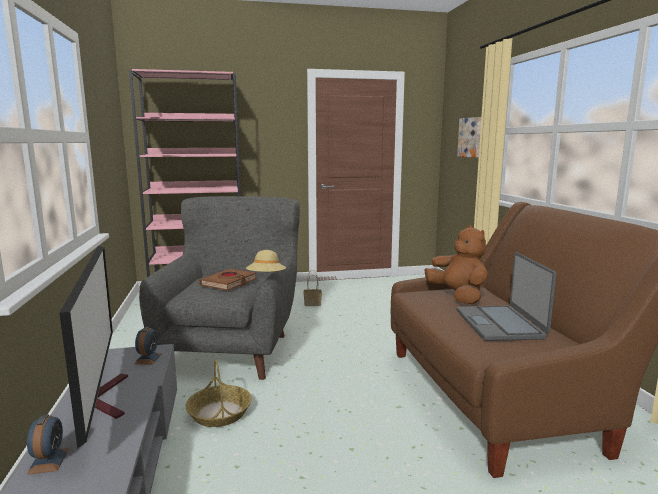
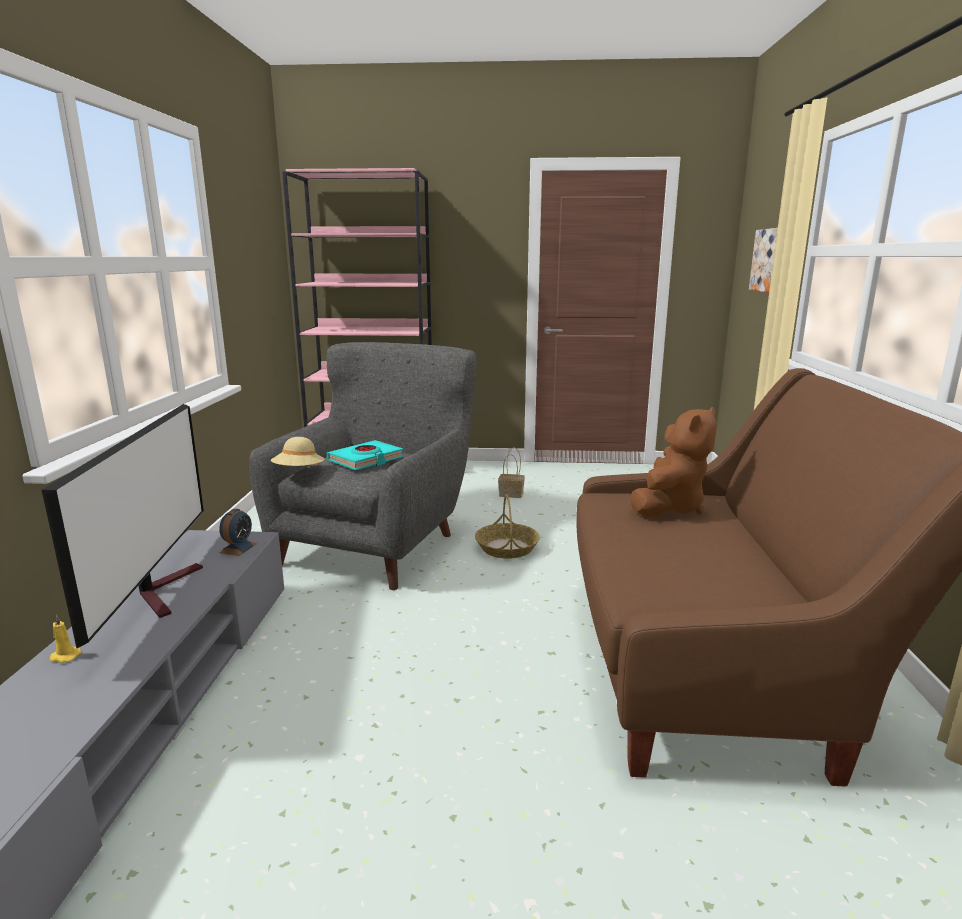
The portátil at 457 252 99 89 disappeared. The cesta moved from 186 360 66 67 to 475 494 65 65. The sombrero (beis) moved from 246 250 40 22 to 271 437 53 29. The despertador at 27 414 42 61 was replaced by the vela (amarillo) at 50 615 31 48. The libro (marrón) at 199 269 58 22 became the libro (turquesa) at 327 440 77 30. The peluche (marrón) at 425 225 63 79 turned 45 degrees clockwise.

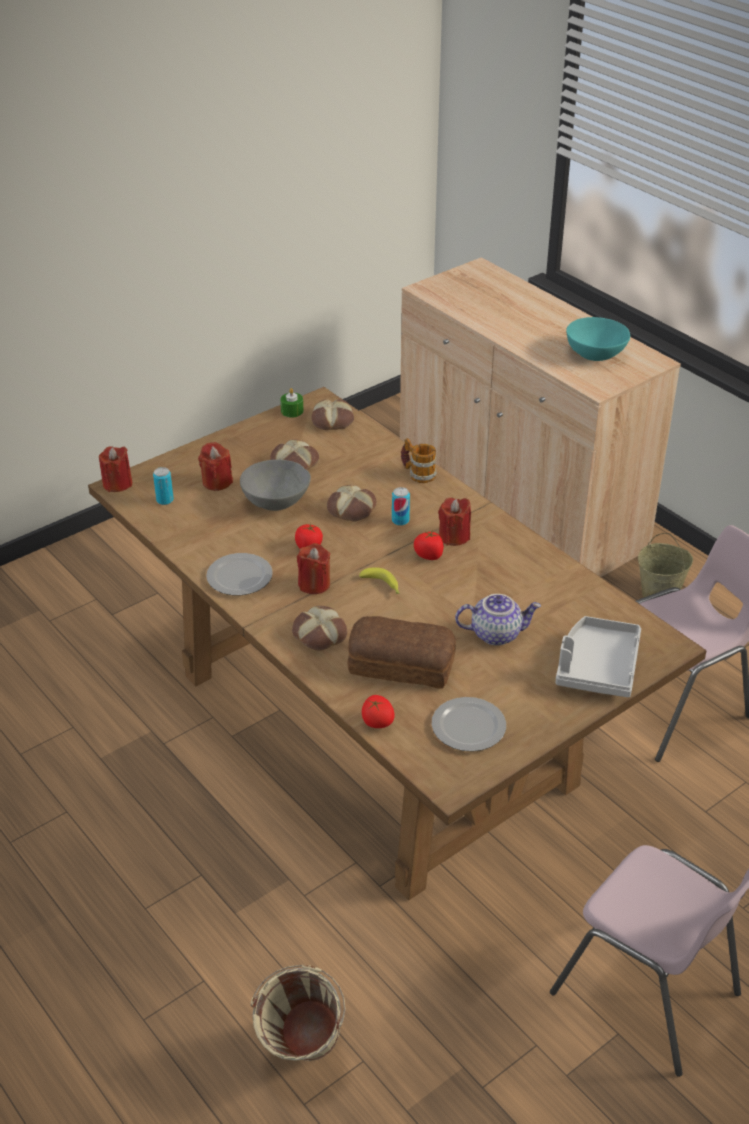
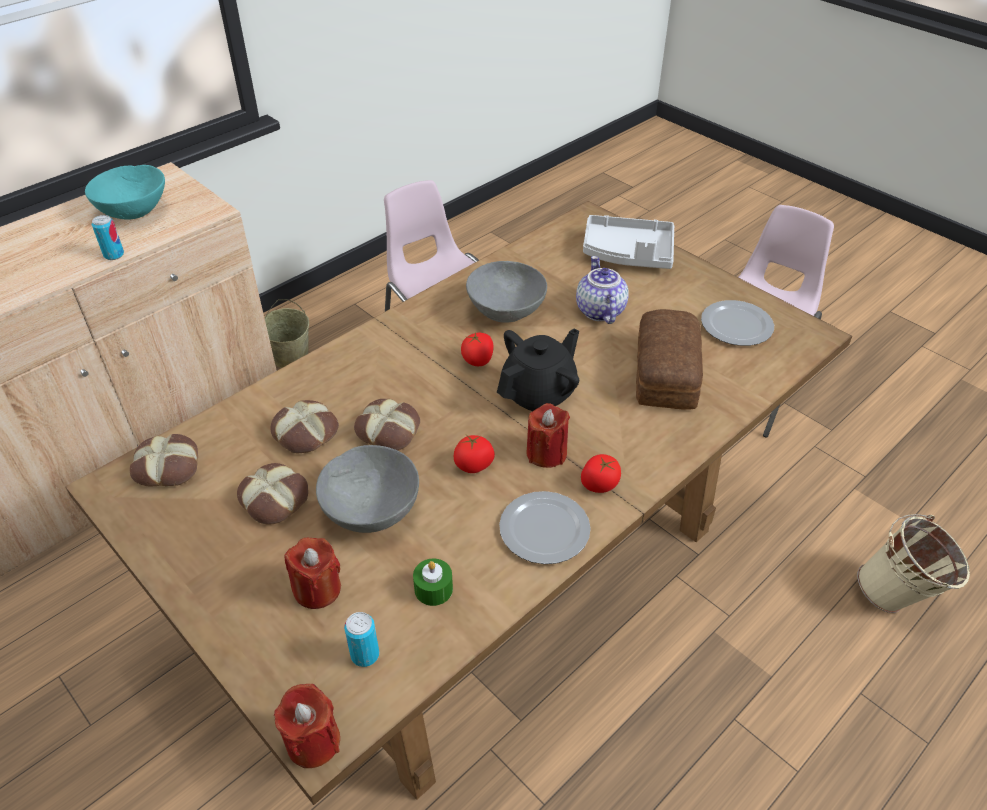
The taza grande at 401 438 35 45 disappeared. The vela (rojo) at 438 498 33 48 disappeared. The cuenco (gris) at 466 261 81 62 appeared. The vela (verde) moved from 281 388 23 29 to 413 559 40 47. The pan moved from 292 606 55 45 to 271 400 68 53. The tomate moved from 362 695 33 33 to 581 454 40 39. The lata moved from 392 487 18 39 to 92 215 32 45. The plátano at 359 567 41 27 was replaced by the tetera (negro) at 497 328 82 84.

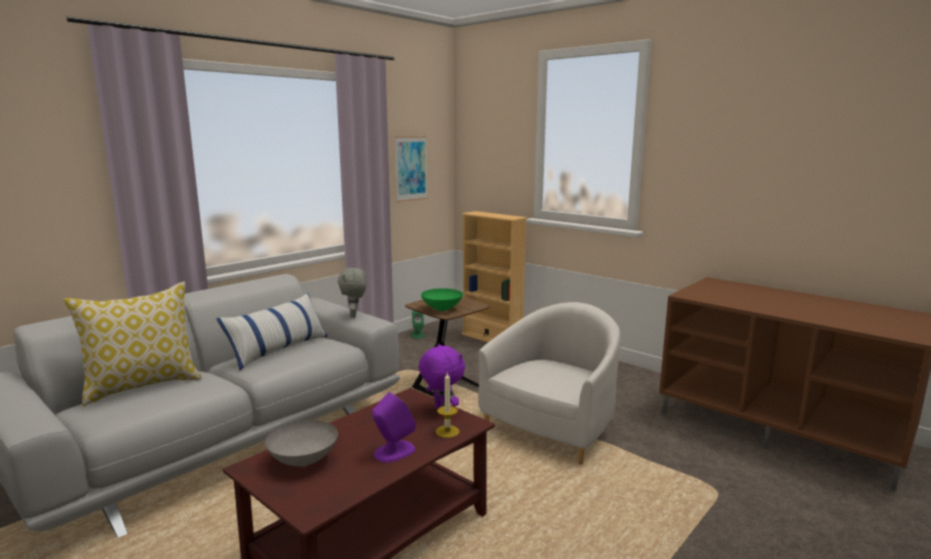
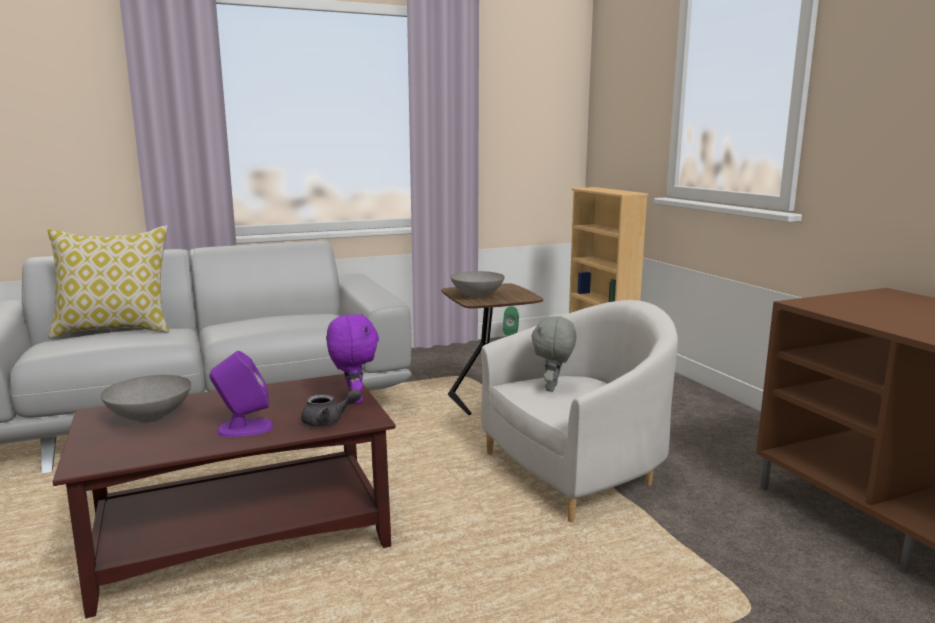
The cojín at 216 293 112 77 disappeared. The cuadro at 395 136 33 66 disappeared. The peluche (gris) moved from 338 268 29 50 to 532 316 45 76. The vela at 436 373 24 65 was replaced by the tetera (gris) at 301 389 61 37. The cuenco (verde) at 421 288 42 23 became the cuenco (gris) at 450 271 55 27.

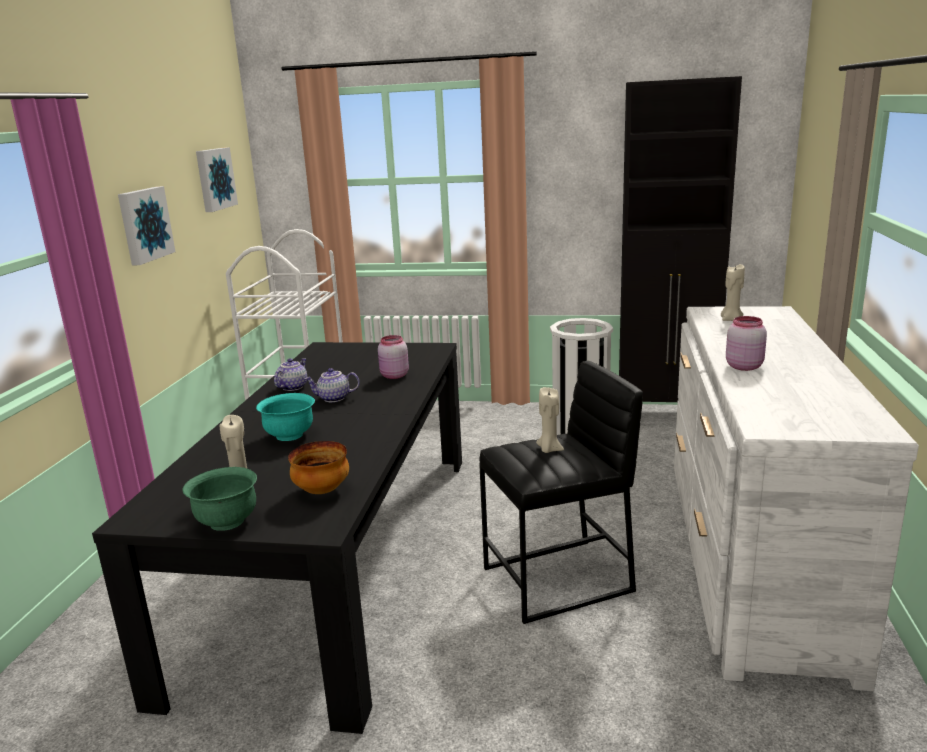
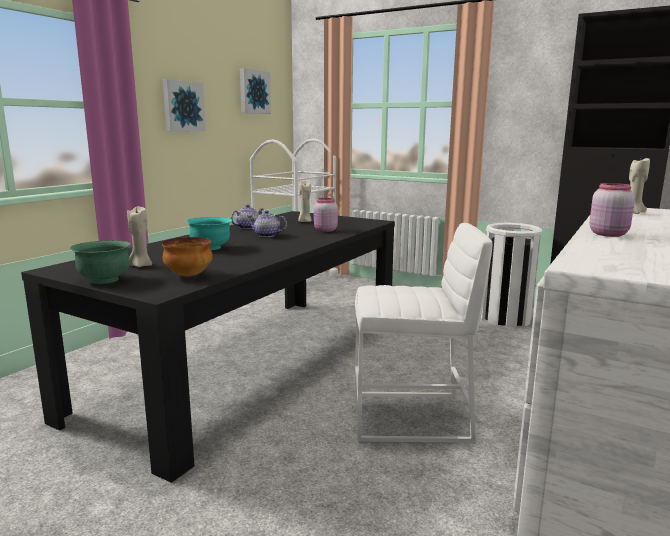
The vela (beis) moved from 536 387 28 66 to 298 181 14 41. The taburete (negro) at 479 361 164 263 became the taburete (blanco) at 355 223 138 220.

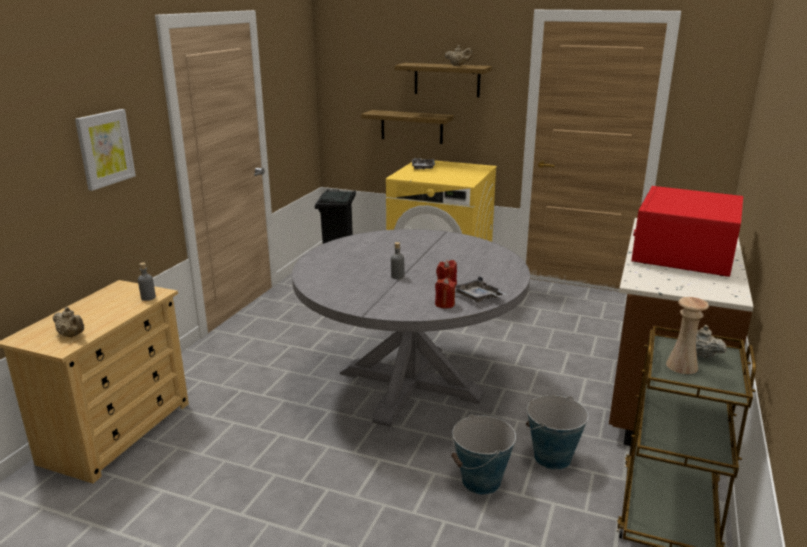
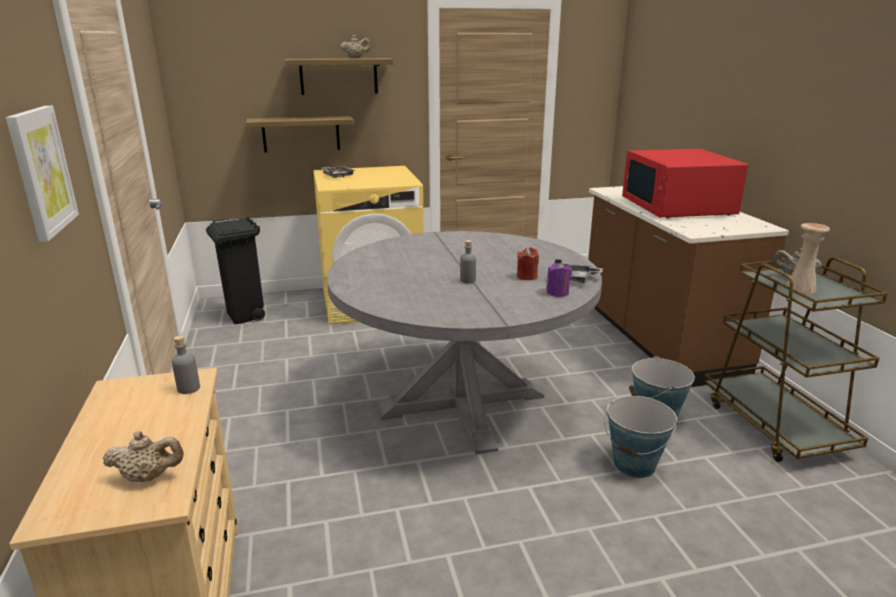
The vela (rojo) at 435 278 21 30 became the vela (morado) at 546 262 26 35.

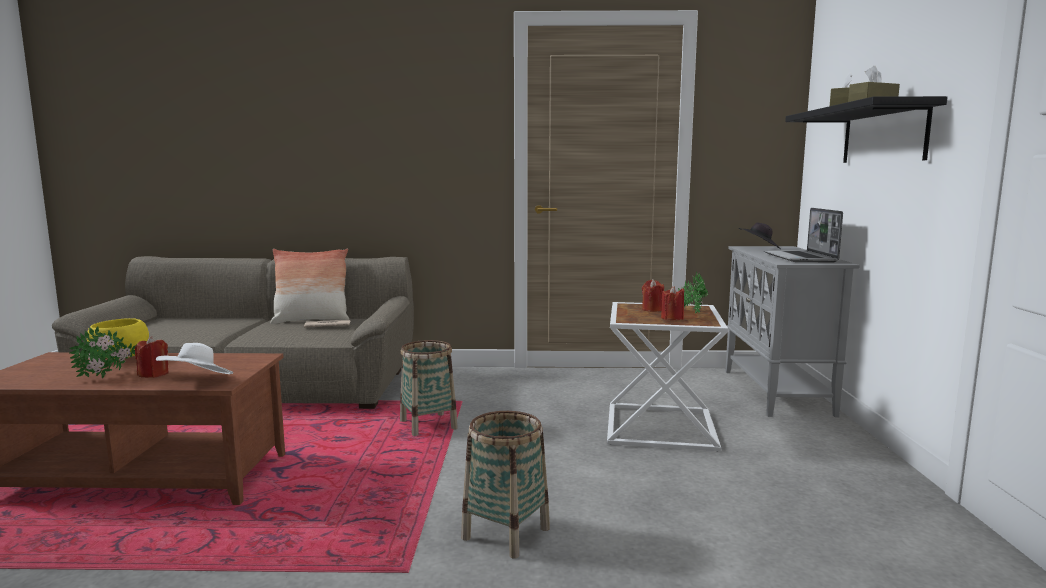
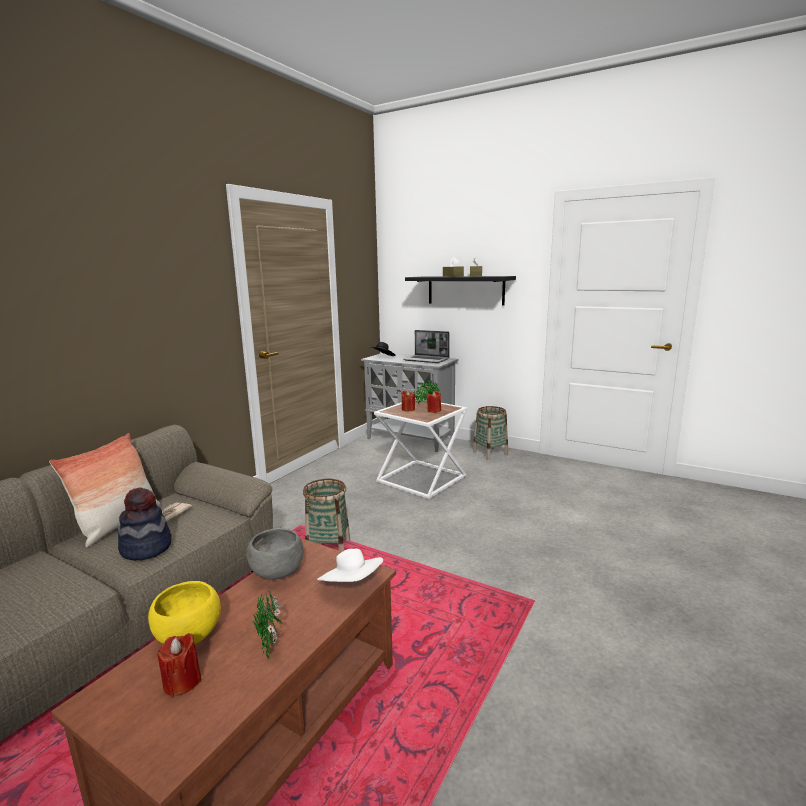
The sombrero at 118 488 54 73 appeared. The cuenco (gris) at 246 528 58 52 appeared. The vela (rojo) moved from 135 336 34 42 to 157 633 44 64. The cesta moved from 461 411 89 148 to 473 406 35 54.

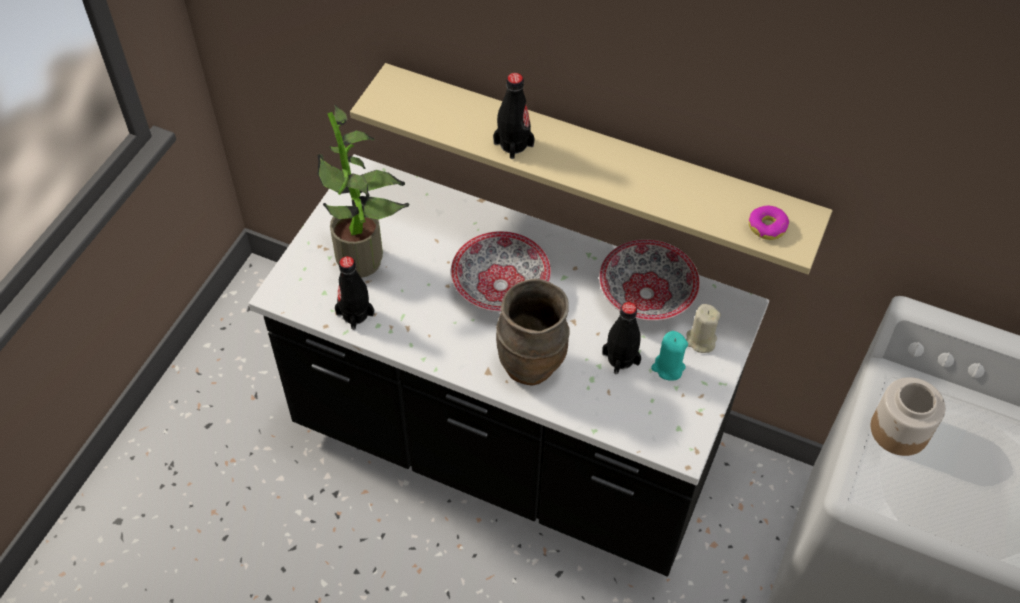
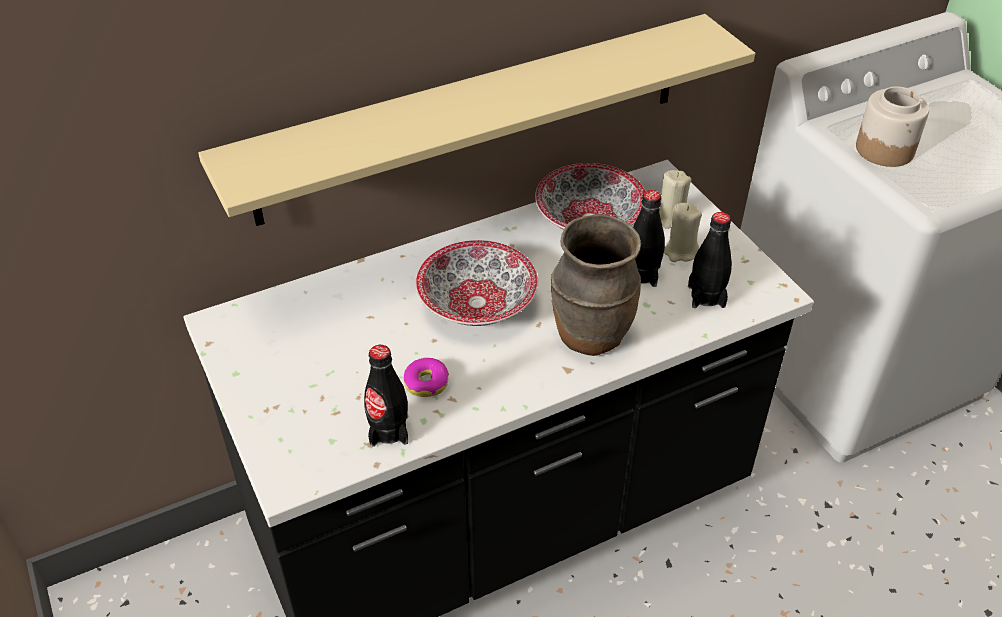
The planta en maceta at 318 105 91 173 disappeared. The botella (negro) moved from 493 73 42 86 to 688 212 44 96. The rosquilla moved from 749 206 40 34 to 404 358 45 39. The vela (turquesa) at 651 331 37 50 became the vela (beis) at 664 203 38 59.

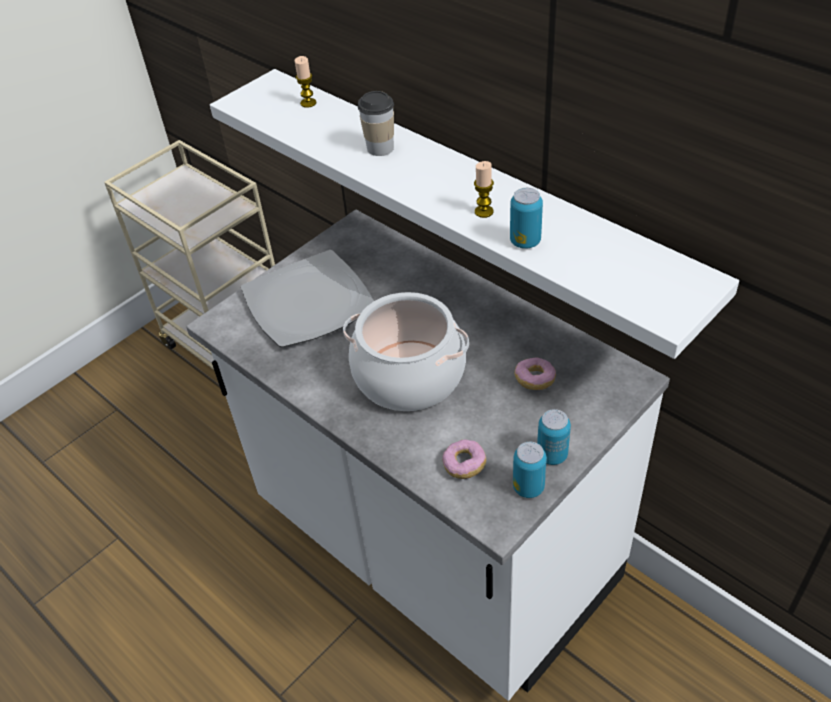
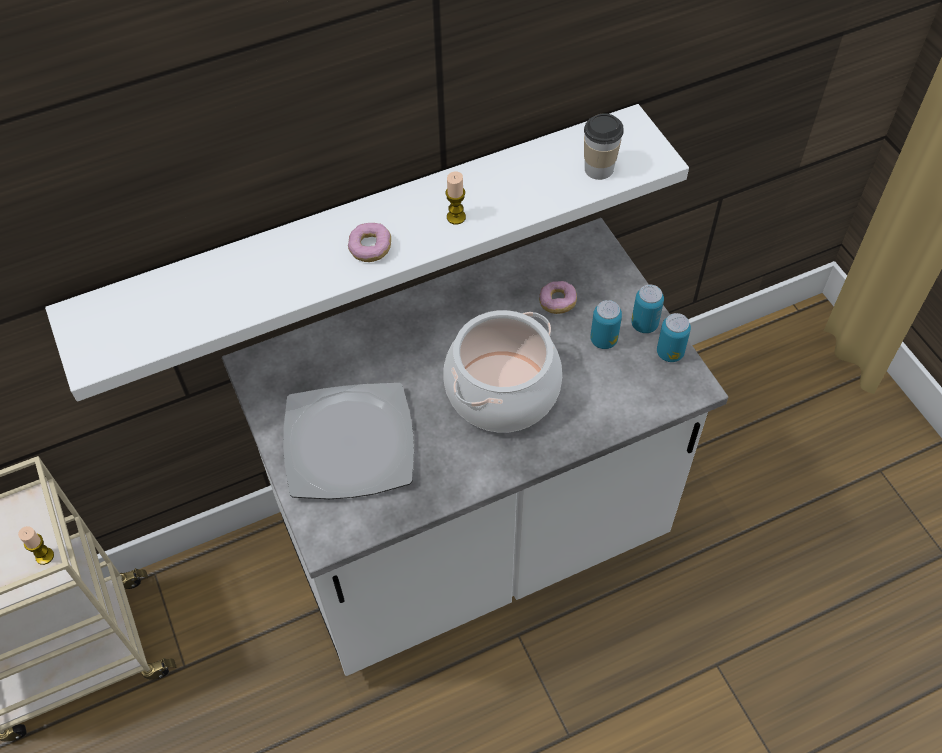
The vela moved from 295 56 21 52 to 18 526 36 39. The taza moved from 358 91 36 65 to 584 113 40 67. The rosquilla moved from 442 439 44 40 to 348 223 43 39. The lata moved from 510 188 33 61 to 590 300 32 49.

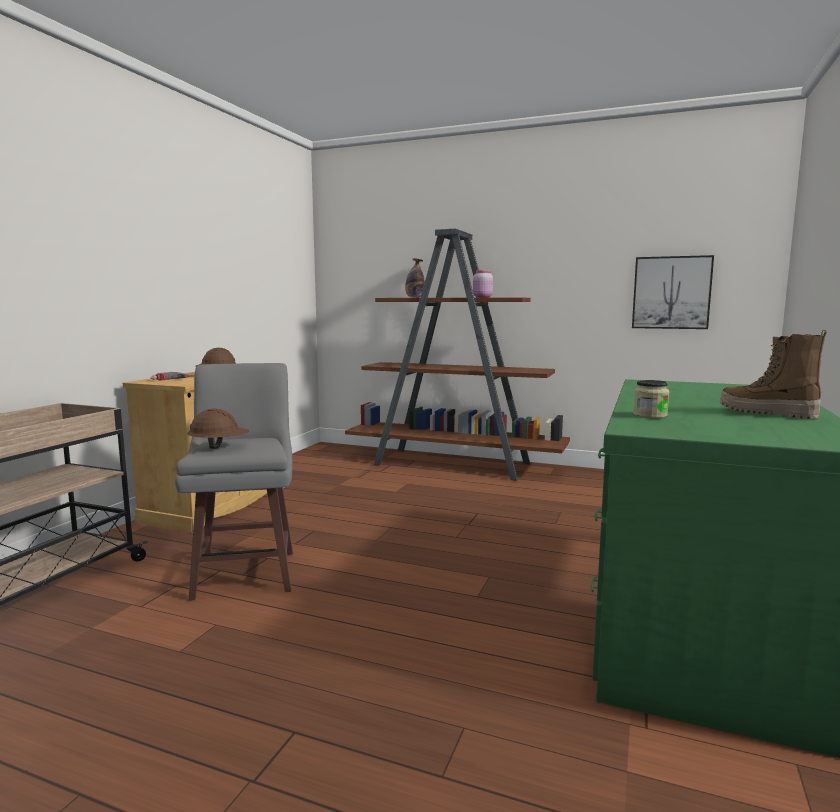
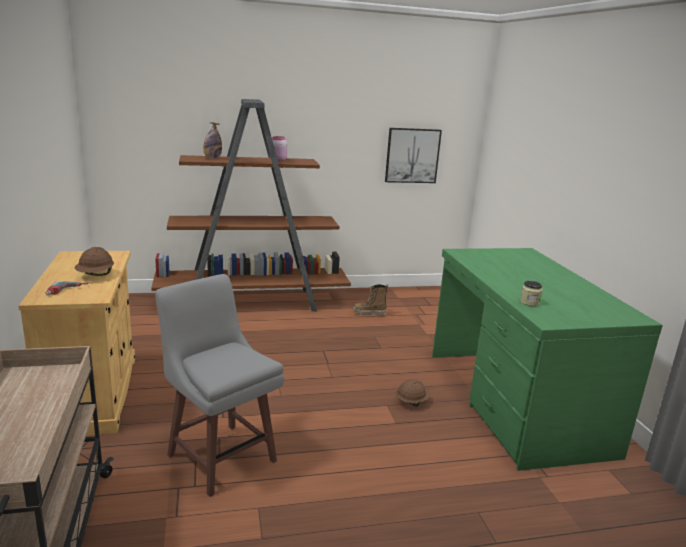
The casco (marrón) moved from 187 409 62 40 to 396 379 35 27. The bota moved from 720 330 107 89 to 353 284 35 32.

